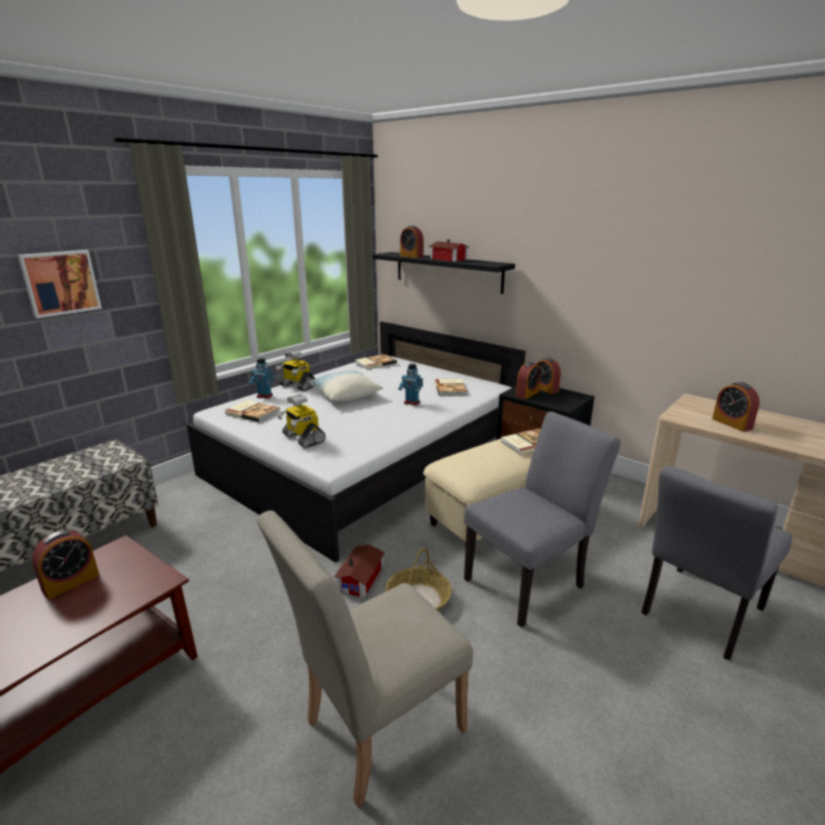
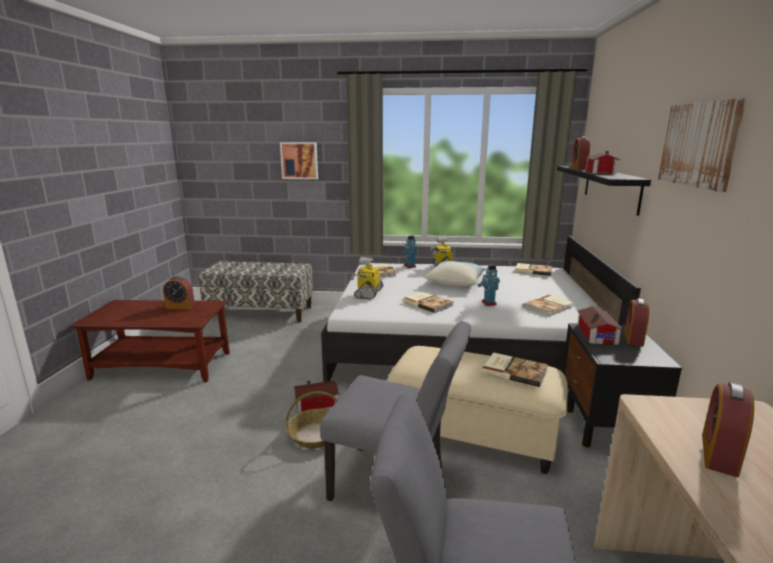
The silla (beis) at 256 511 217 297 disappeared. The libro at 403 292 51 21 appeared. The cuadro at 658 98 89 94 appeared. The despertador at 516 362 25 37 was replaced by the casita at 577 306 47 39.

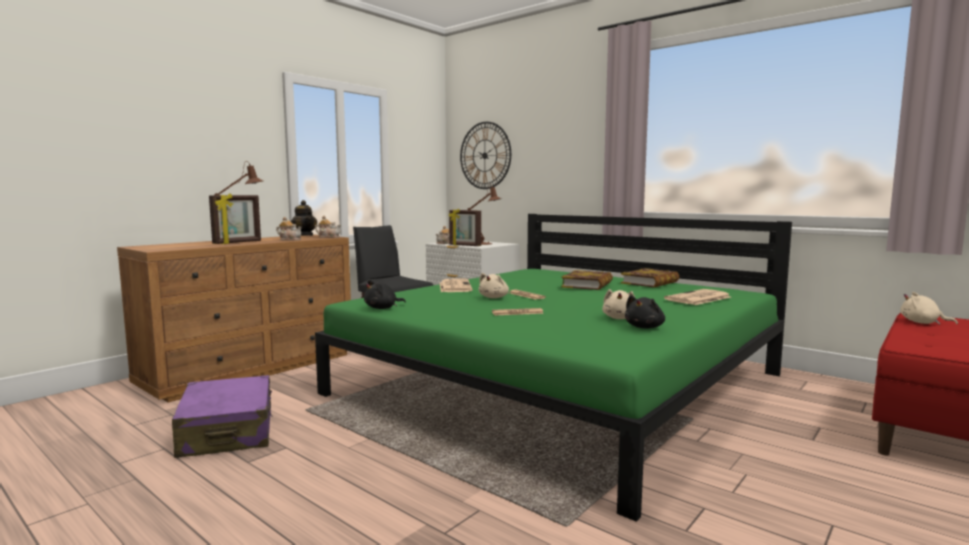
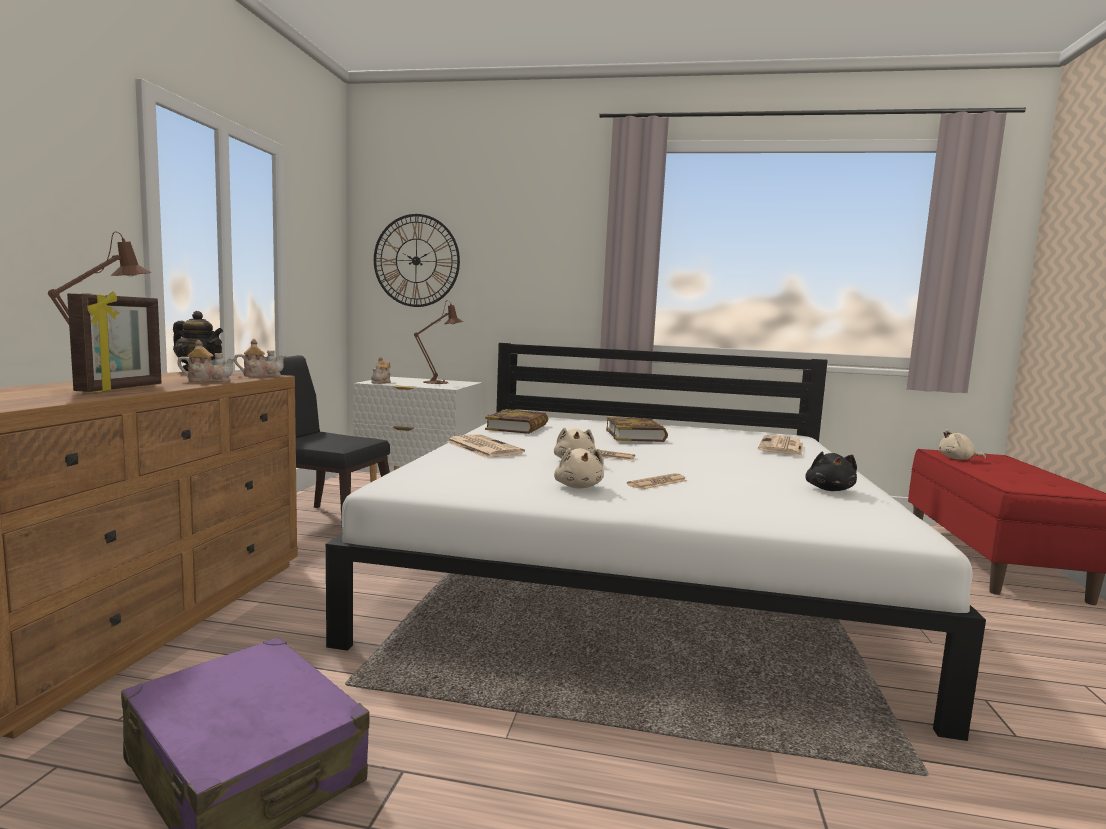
The peluche (negro) at 364 280 42 29 disappeared. The portarretratos at 449 209 32 37 disappeared. The peluche (beis) moved from 602 289 33 30 to 554 448 50 41. The libro moved from 621 268 58 19 to 485 409 63 25. The cama (verde) at 315 214 477 308 became the cama (blanco) at 326 343 660 398.

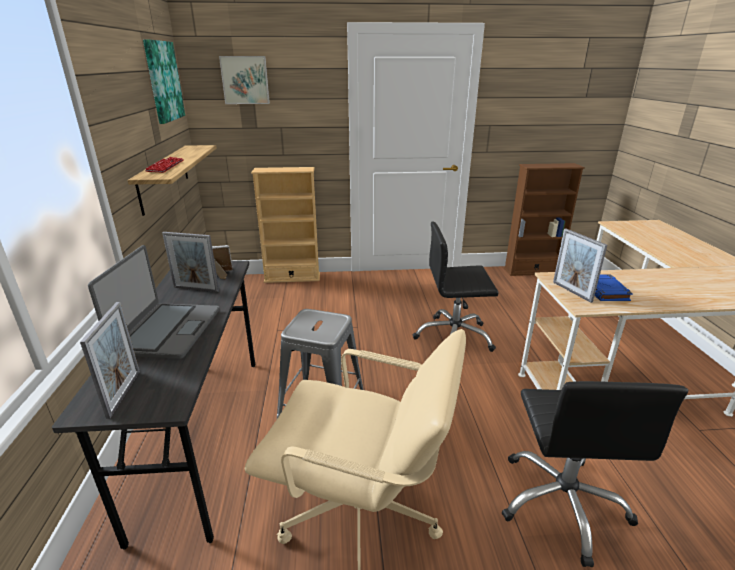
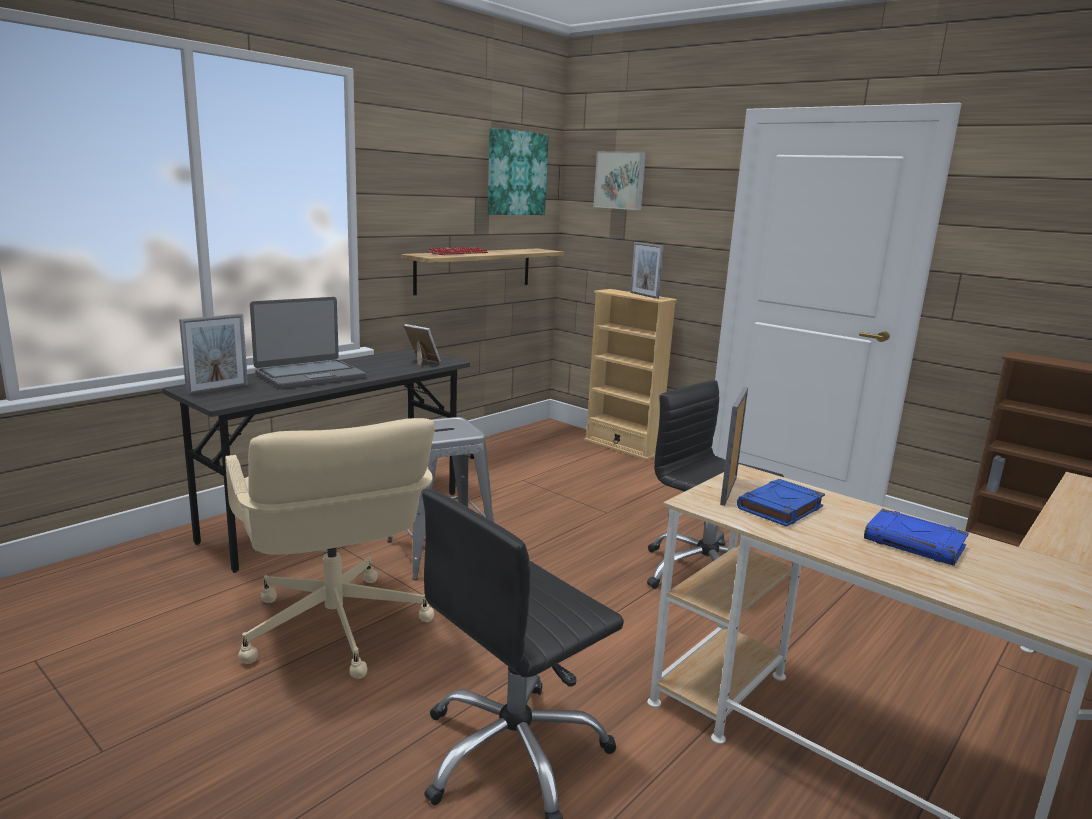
The libro (azul) at 864 508 105 58 appeared. The portarretratos moved from 162 232 57 60 to 630 242 34 57.

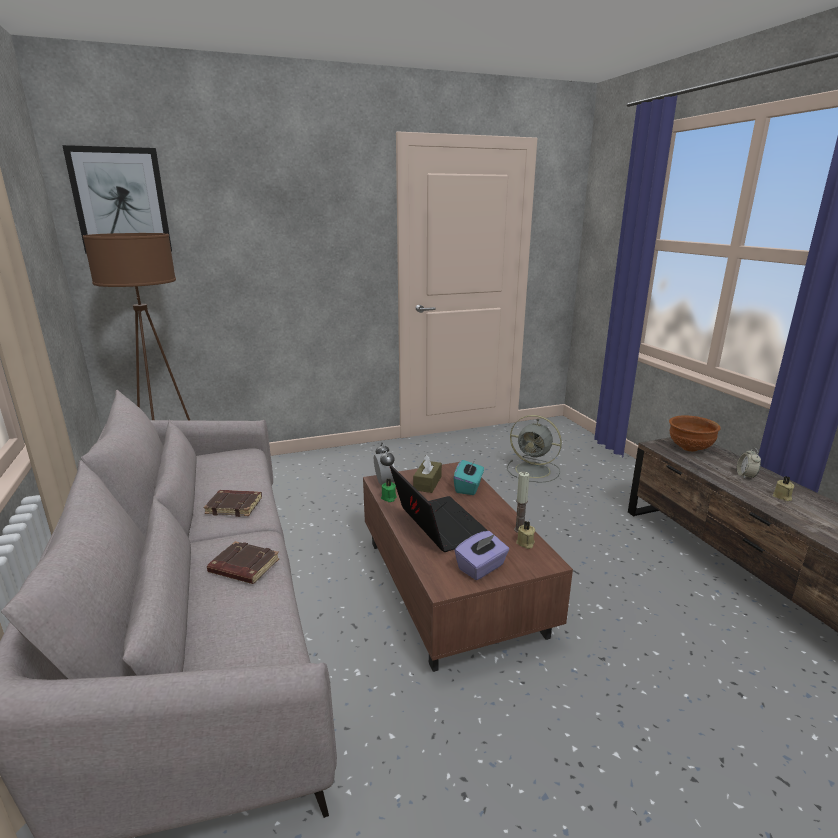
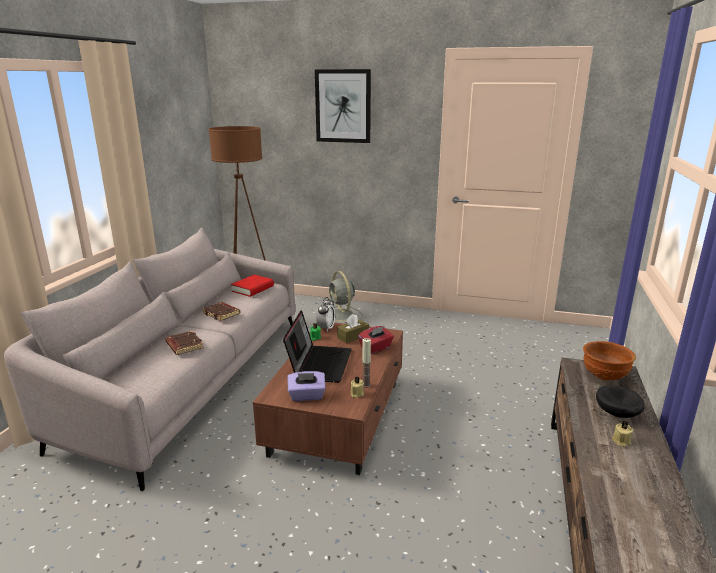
The libro (rojo) at 231 275 43 22 appeared. The cuadro moved from 62 145 110 109 to 315 69 56 74. The ventilador (gris) moved from 507 415 55 68 to 329 271 34 53. The despertador at 737 448 24 31 was replaced by the cuenco (negro) at 596 385 48 33. The caja de pañuelos (turquesa) at 453 458 31 37 became the caja de pañuelos (rojo) at 358 326 36 28.

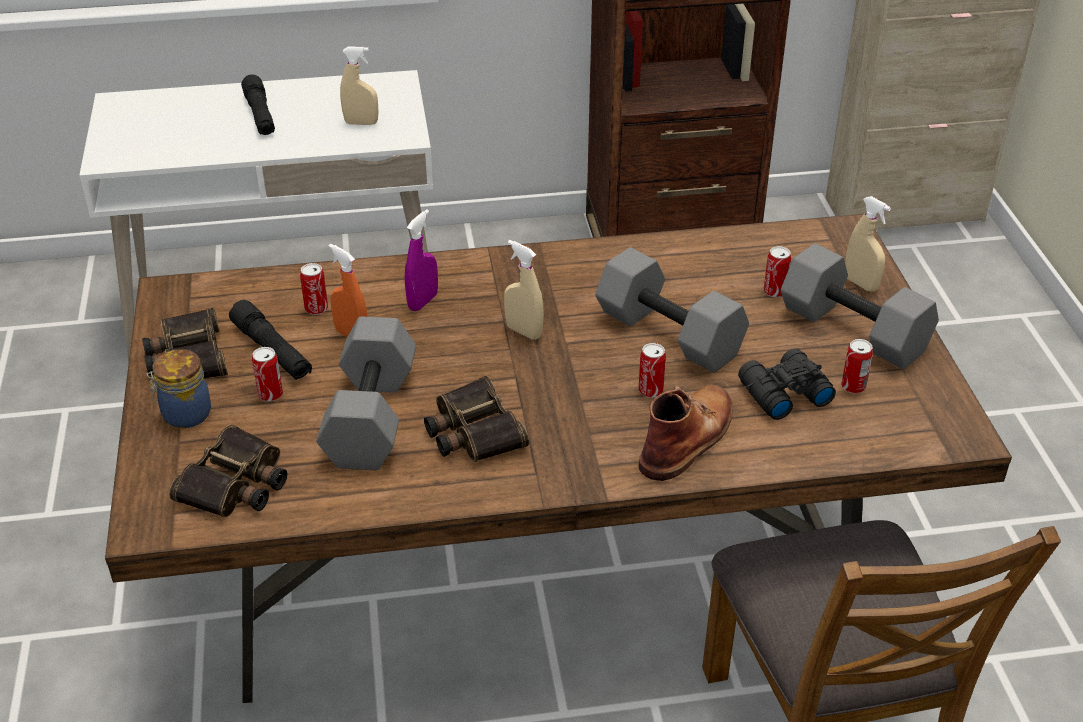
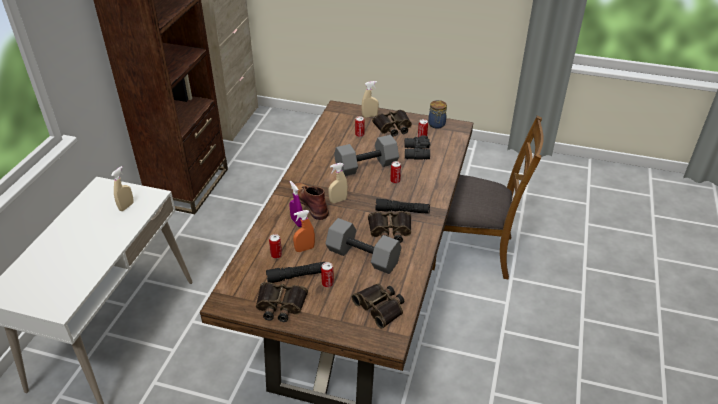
The tarro moved from 146 349 65 79 to 428 100 19 29. The linterna (negro) moved from 241 74 34 61 to 375 199 55 15. The bota (marrón) moved from 639 385 94 96 to 292 183 37 37. The mancuerna (gris) at 781 243 158 126 was replaced by the prismáticos at 372 110 40 27.

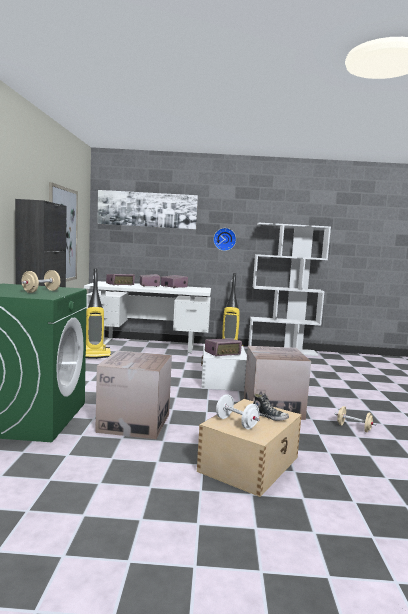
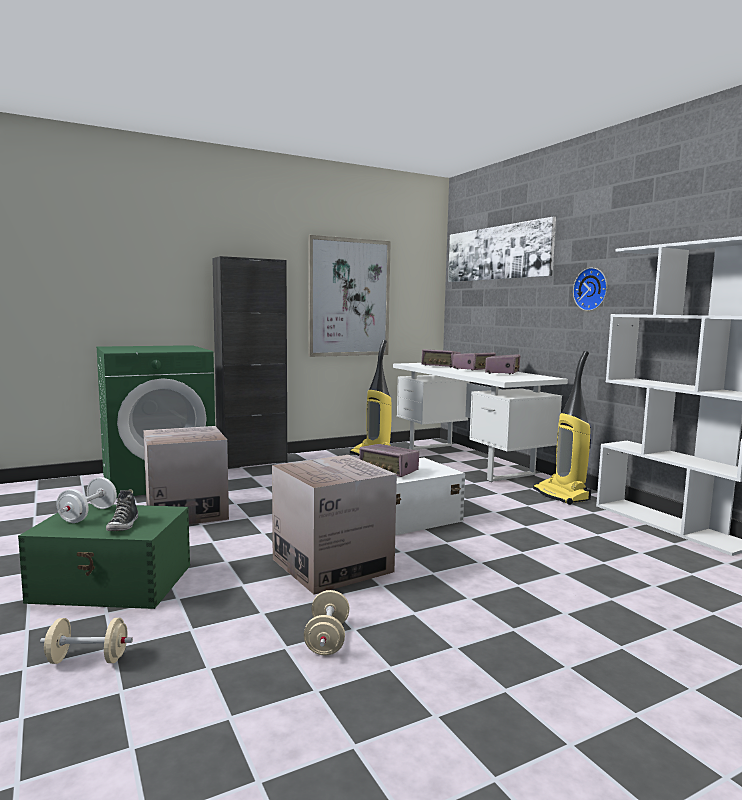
The mancuerna (beis) moved from 21 270 39 23 to 40 618 93 46. The caja de almacenaje (beis) at 197 399 105 98 became the caja de almacenaje (verde) at 18 504 172 105.

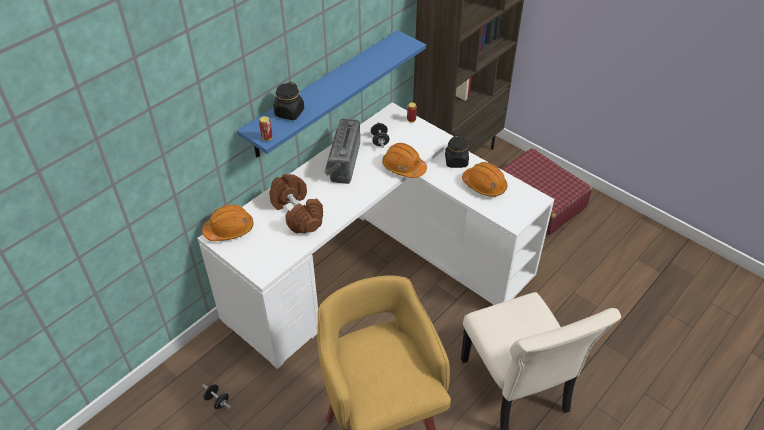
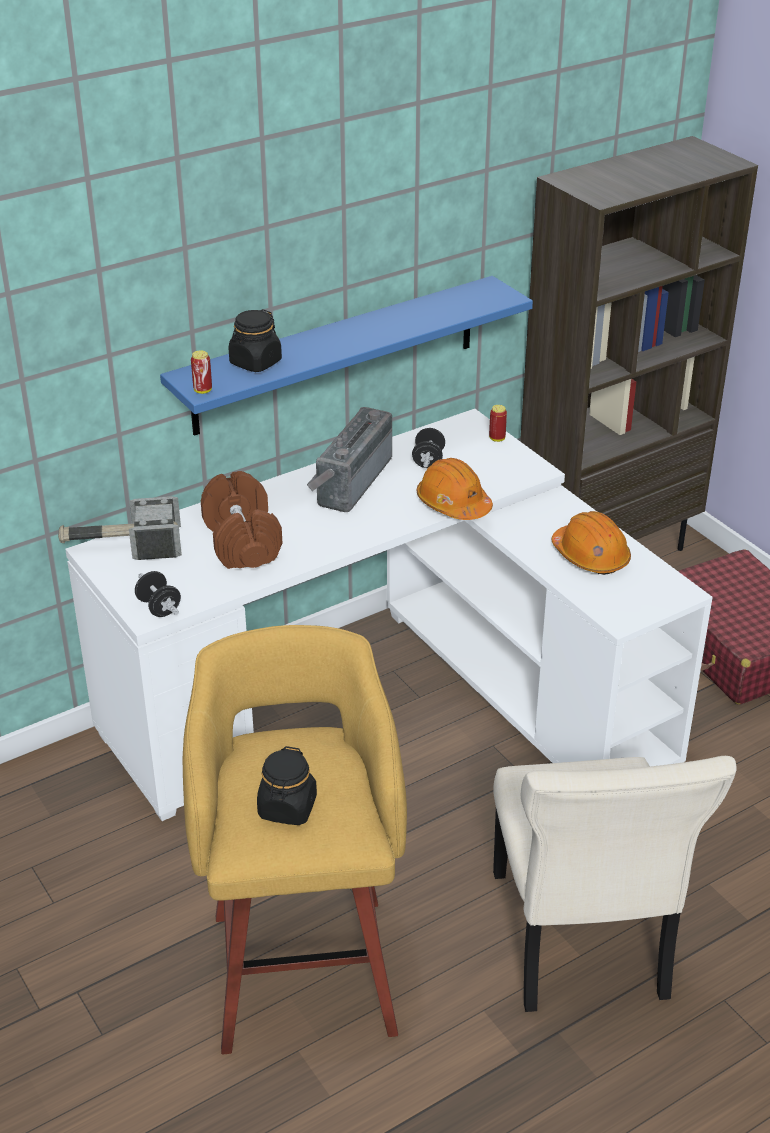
The mancuerna (negro) moved from 202 384 29 25 to 135 571 46 46. The tarro (negro) moved from 445 135 24 33 to 257 746 60 79. The casco (naranja) at 202 205 52 36 was replaced by the martillo at 58 496 124 64.

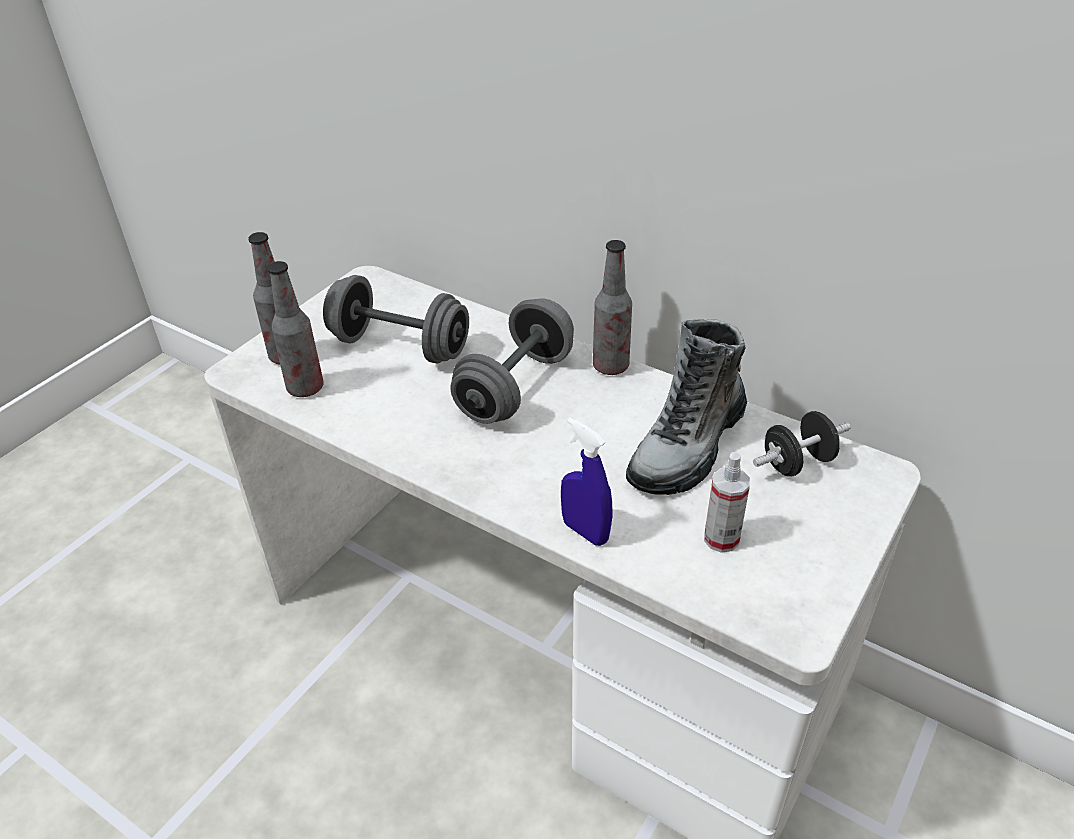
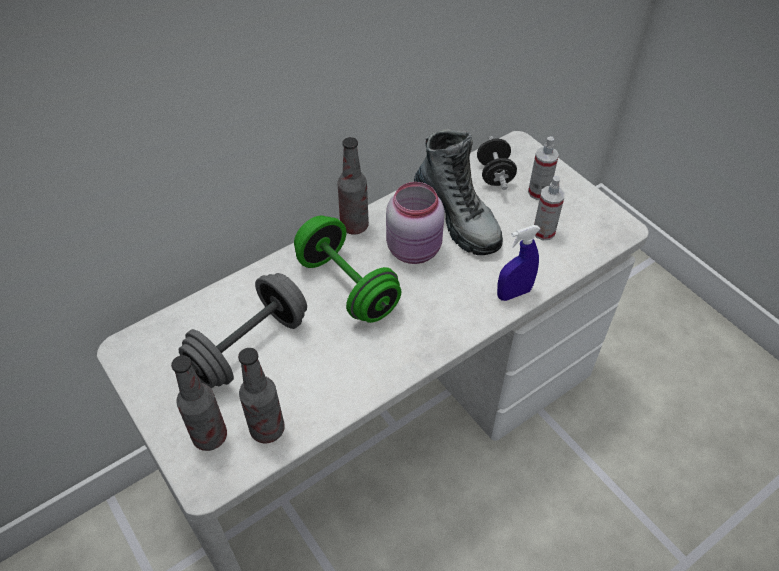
The tarro (rosa) at 386 182 58 82 appeared. The pulverizador at 528 136 31 64 appeared. The mancuerna (gris) at 450 299 124 125 became the mancuerna (verde) at 294 215 107 108.

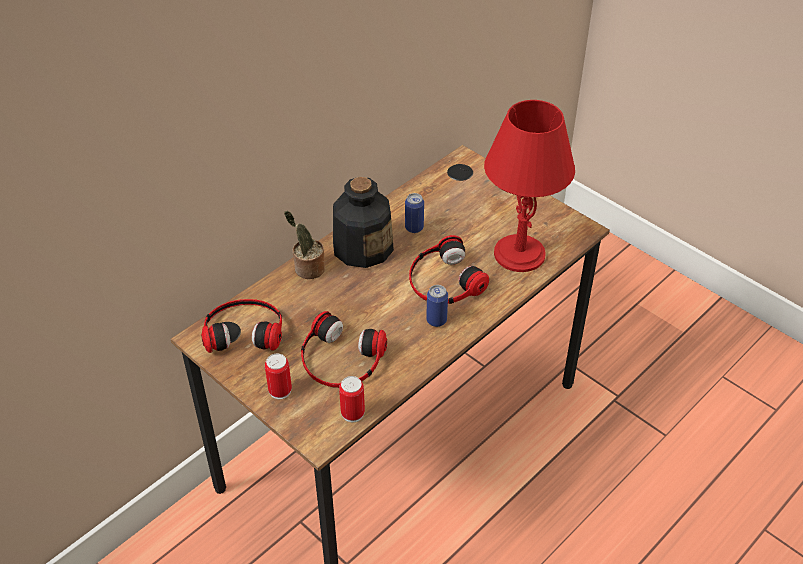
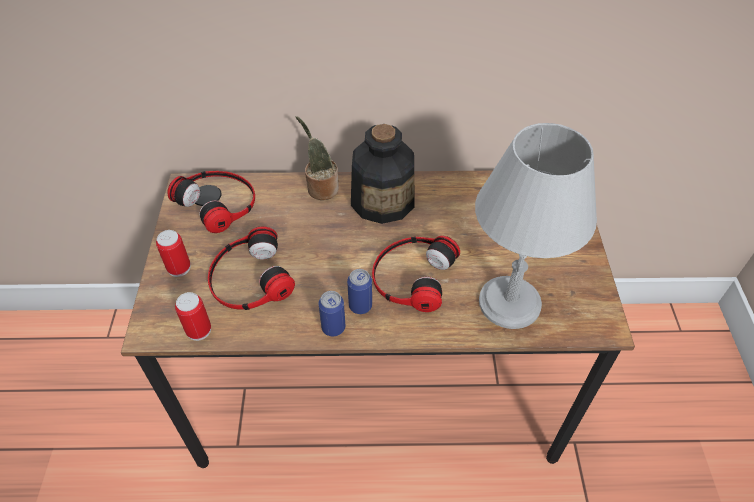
The lata moved from 405 193 19 40 to 319 291 26 45. The lámpara de mesa (rojo) at 484 100 91 172 became the lámpara de mesa (gris) at 475 123 122 206.

